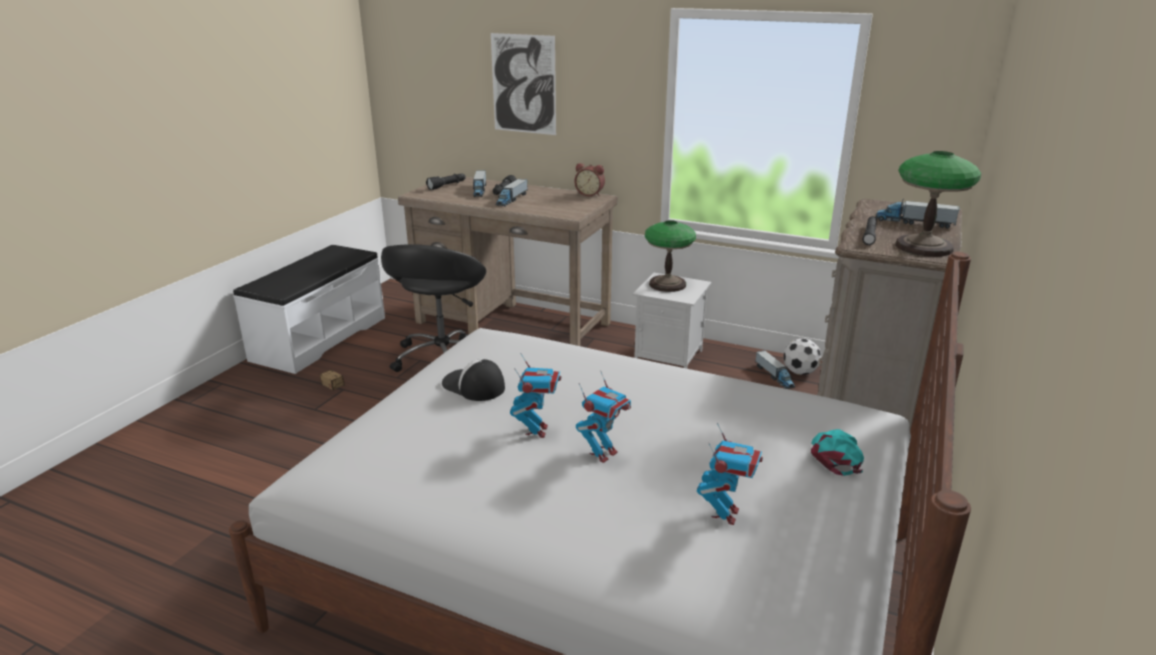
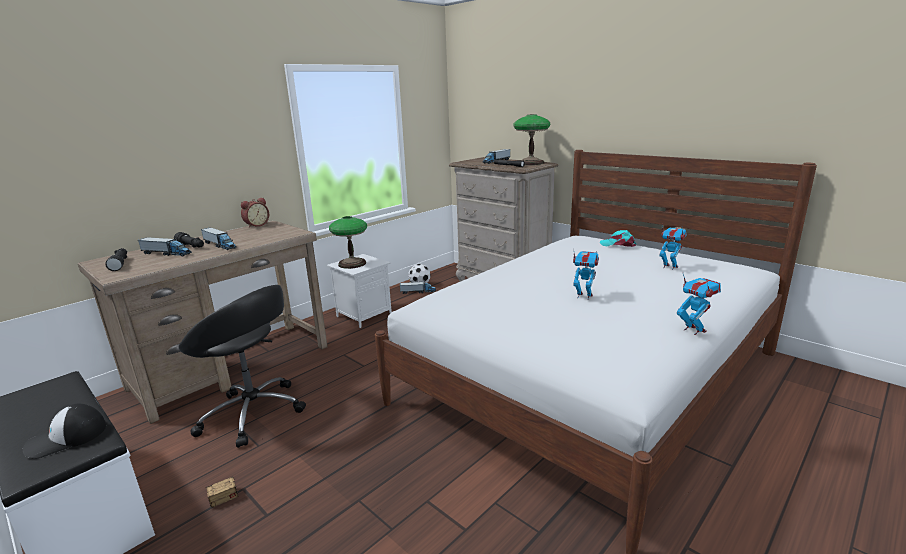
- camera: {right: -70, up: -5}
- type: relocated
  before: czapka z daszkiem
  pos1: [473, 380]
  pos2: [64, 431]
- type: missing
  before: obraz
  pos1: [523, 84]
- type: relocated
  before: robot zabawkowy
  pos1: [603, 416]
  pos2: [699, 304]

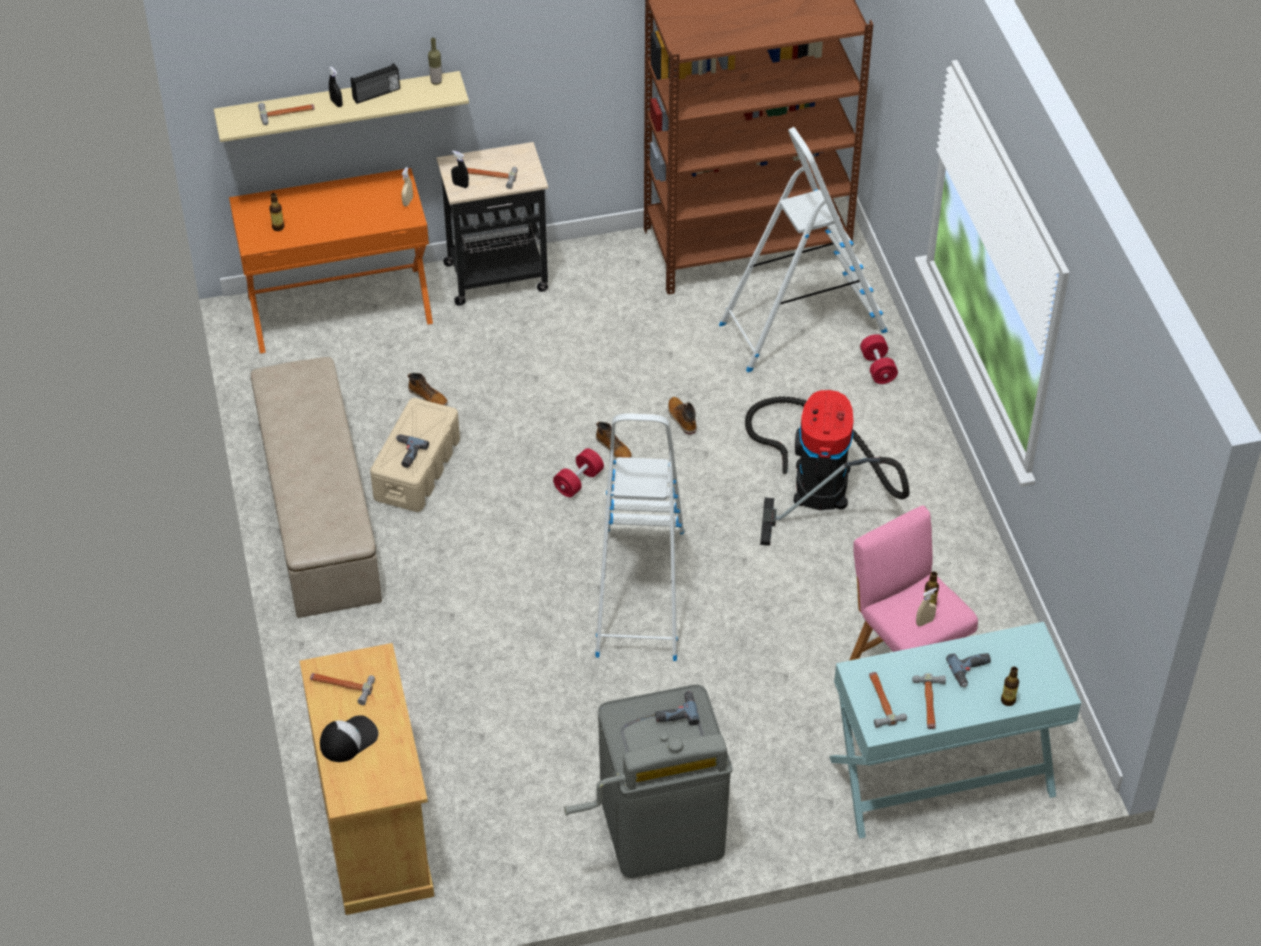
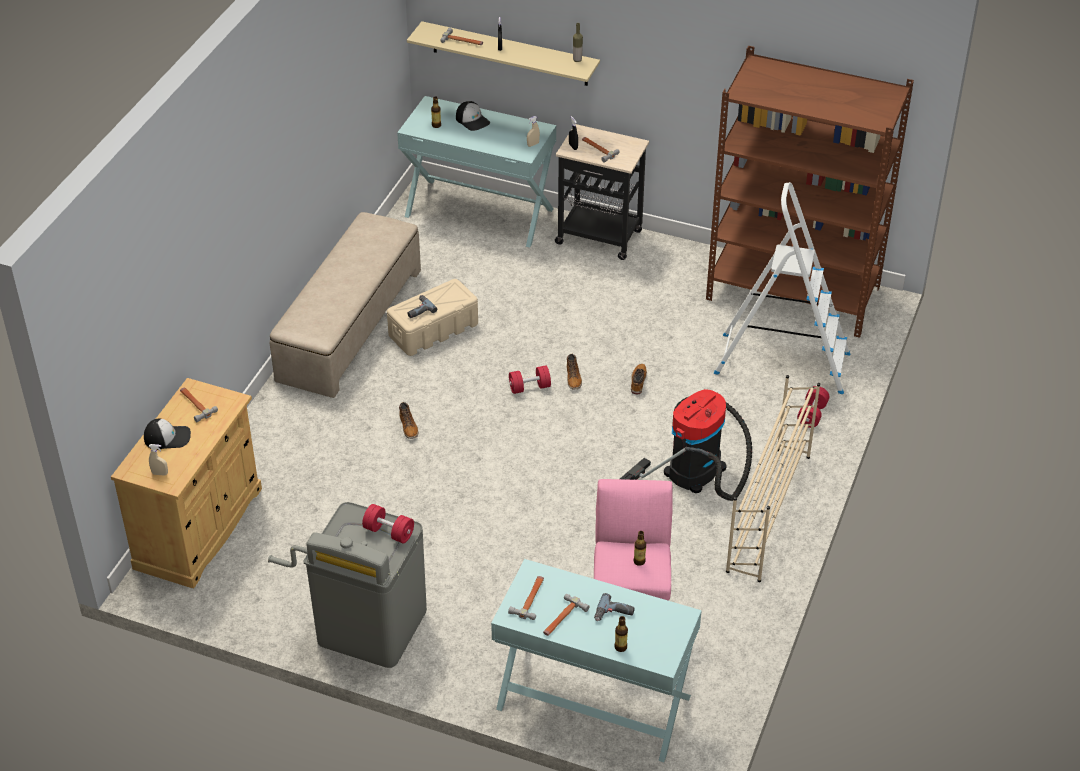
- camera: {right: 35, up: -5}
- type: colour
  before: biurko/pomarańczowy
  after: biurko/turkusowy
  pos1: [331, 261]
  pos2: [476, 171]
- type: missing
  before: radio
  pos1: [375, 83]
- type: relocated
  before: but z cholewką
  pos1: [428, 389]
  pos2: [408, 420]
- type: missing
  before: drabinka/biały
  pos1: [639, 537]
- type: exchanged
  before: wiertarka
  after: hantel/czerwony
  pos1: [677, 708]
  pos2: [388, 523]
- type: relocated
  before: spryskiwacz/beżowy
  pos1: [926, 607]
  pos2: [158, 460]
- type: appeared
  after: czapka z daszkiem
  pos2: [473, 116]
- type: appeared
  after: regał na buty/beżowy
  pos2: [773, 478]

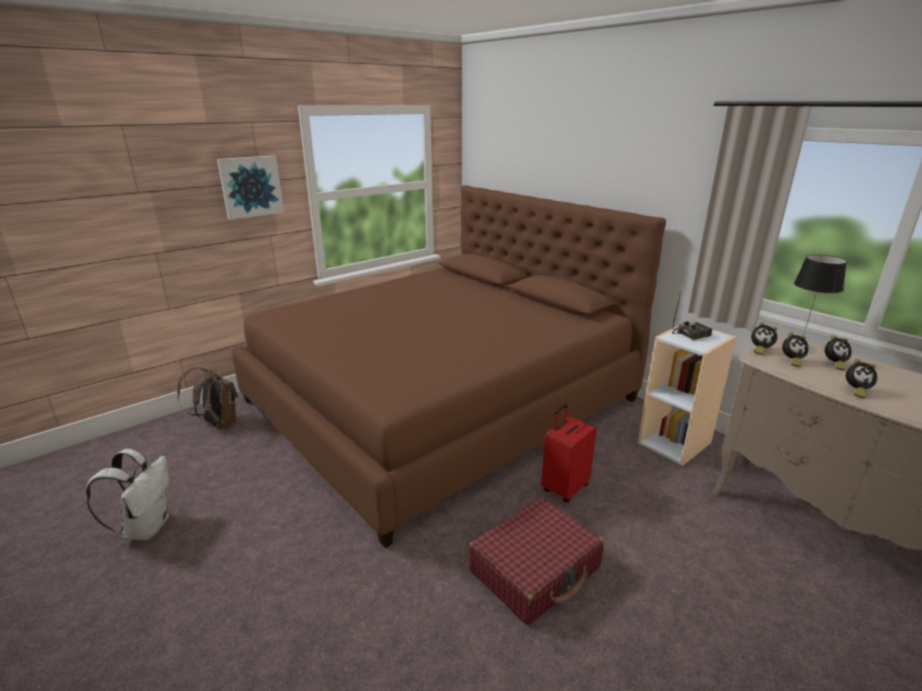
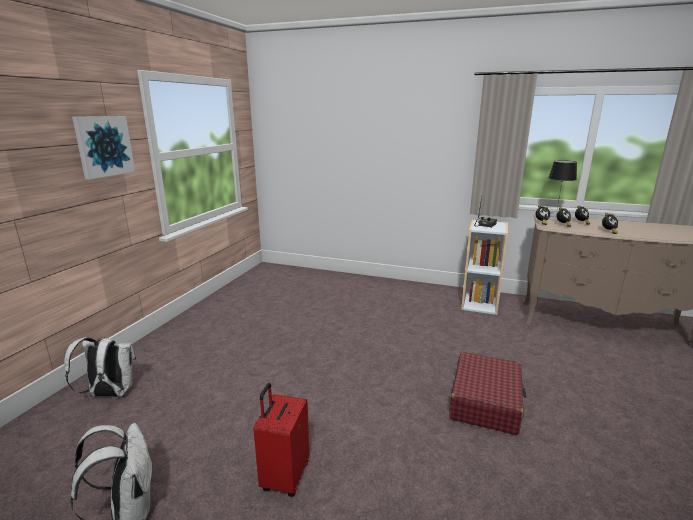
- camera: {right: -30, up: -5}
- type: colour
  before: plecak/brązowy
  after: plecak/biały
  pos1: [207, 397]
  pos2: [100, 367]
- type: missing
  before: łóżko/brązowy
  pos1: [449, 366]
- type: relocated
  before: walizka/czerwony
  pos1: [569, 453]
  pos2: [281, 440]

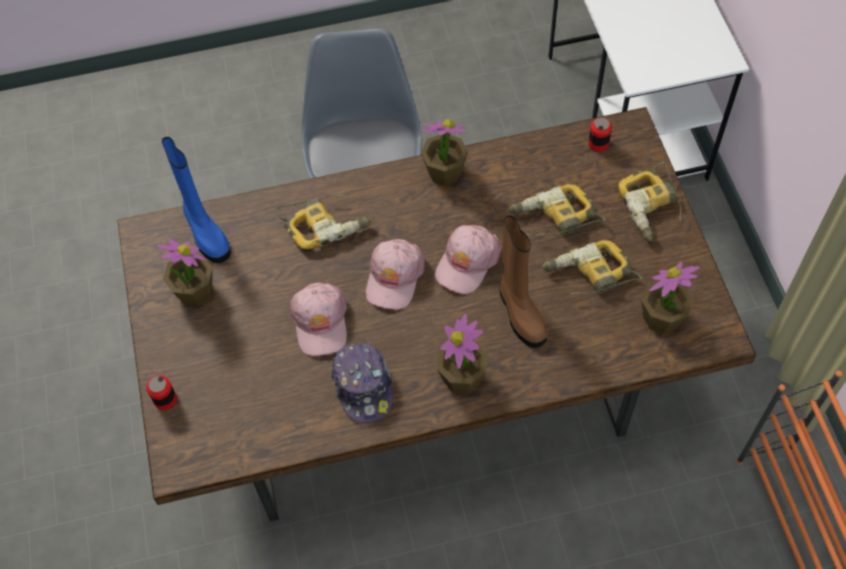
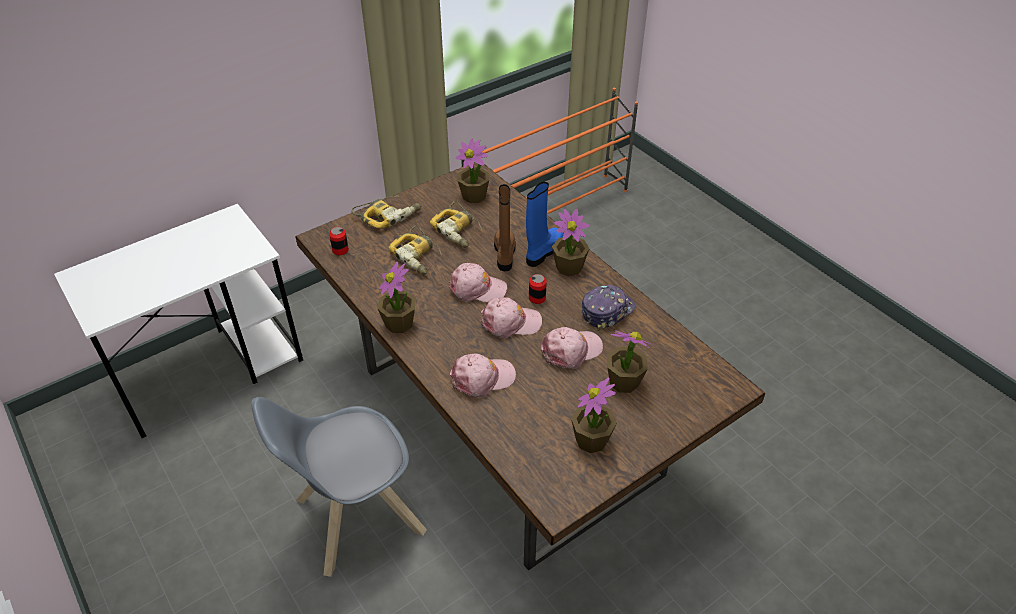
- camera: {right: -115, up: -15}
- type: relocated
  before: puszka
  pos1: [161, 392]
  pos2: [538, 289]
- type: relocated
  before: but z cholewką/niebieski
  pos1: [196, 200]
  pos2: [545, 224]
- type: exchanged
  before: wiertarka
  after: czapka z daszkiem/różowy
  pos1: [324, 222]
  pos2: [482, 375]
- type: spun
  before: but z cholewką/brązowy
  pos1: [523, 281]
  pos2: [505, 227]
  turn: -45
- type: appeared
  after: roślina doniczkowa
  pos2: [629, 361]

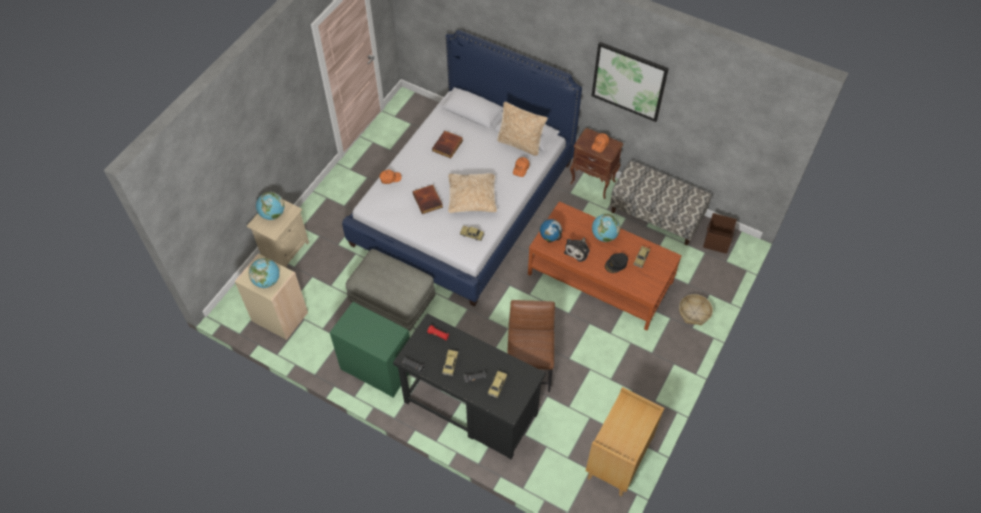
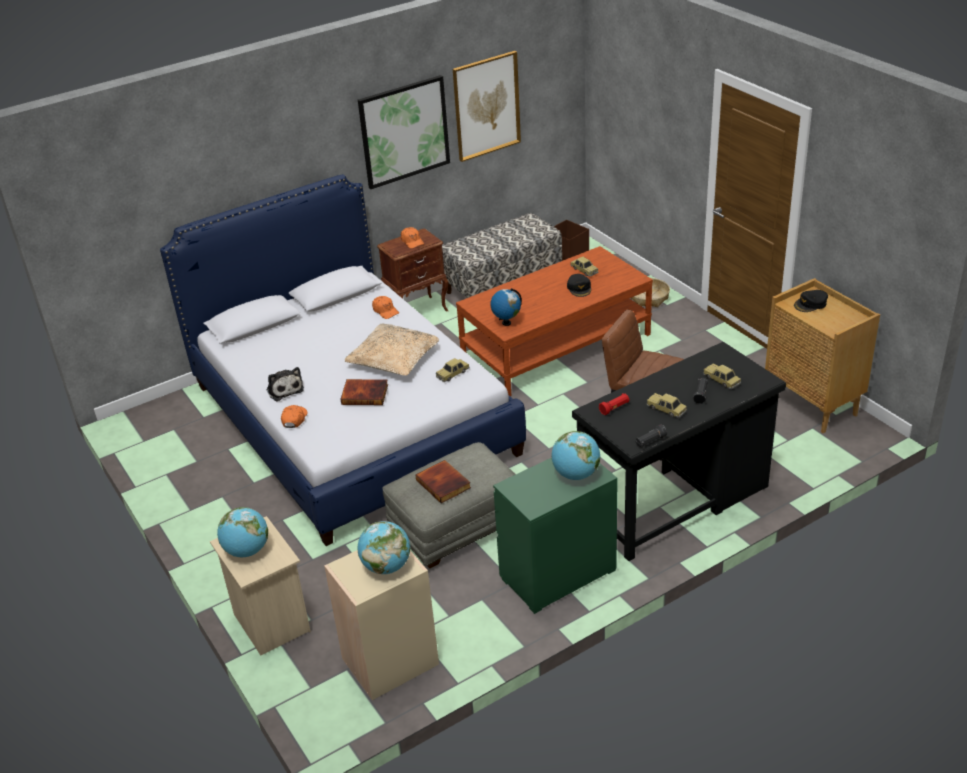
- camera: {right: -60, up: -20}
- type: relocated
  before: książka
  pos1: [447, 144]
  pos2: [443, 481]
- type: missing
  before: poduszka/beżowy
  pos1: [522, 128]
- type: relocated
  before: pluszak
  pos1: [577, 250]
  pos2: [285, 384]
- type: relocated
  before: globus
  pos1: [606, 228]
  pos2: [575, 455]
- type: appeared
  after: obraz
  pos2: [487, 106]
- type: appeared
  after: czapka z daszkiem/czarny
  pos2: [811, 301]

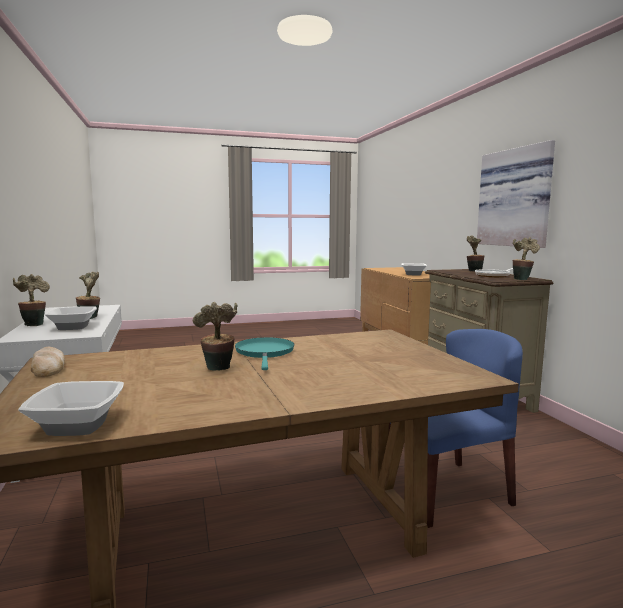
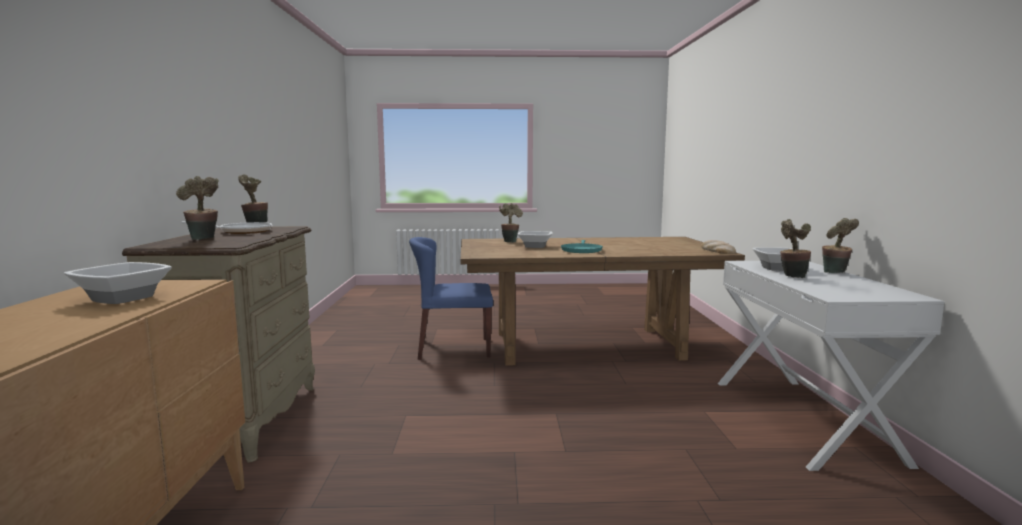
- camera: {right: -165, up: 0}
- type: relocated
  before: miska
  pos1: [71, 408]
  pos2: [535, 239]
- type: relocated
  before: roślina doniczkowa
  pos1: [215, 336]
  pos2: [511, 223]
- type: missing
  before: obraz
  pos1: [516, 194]

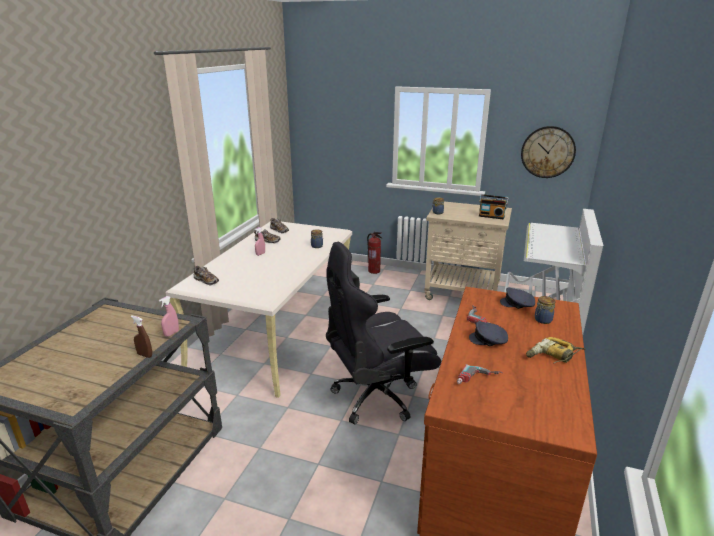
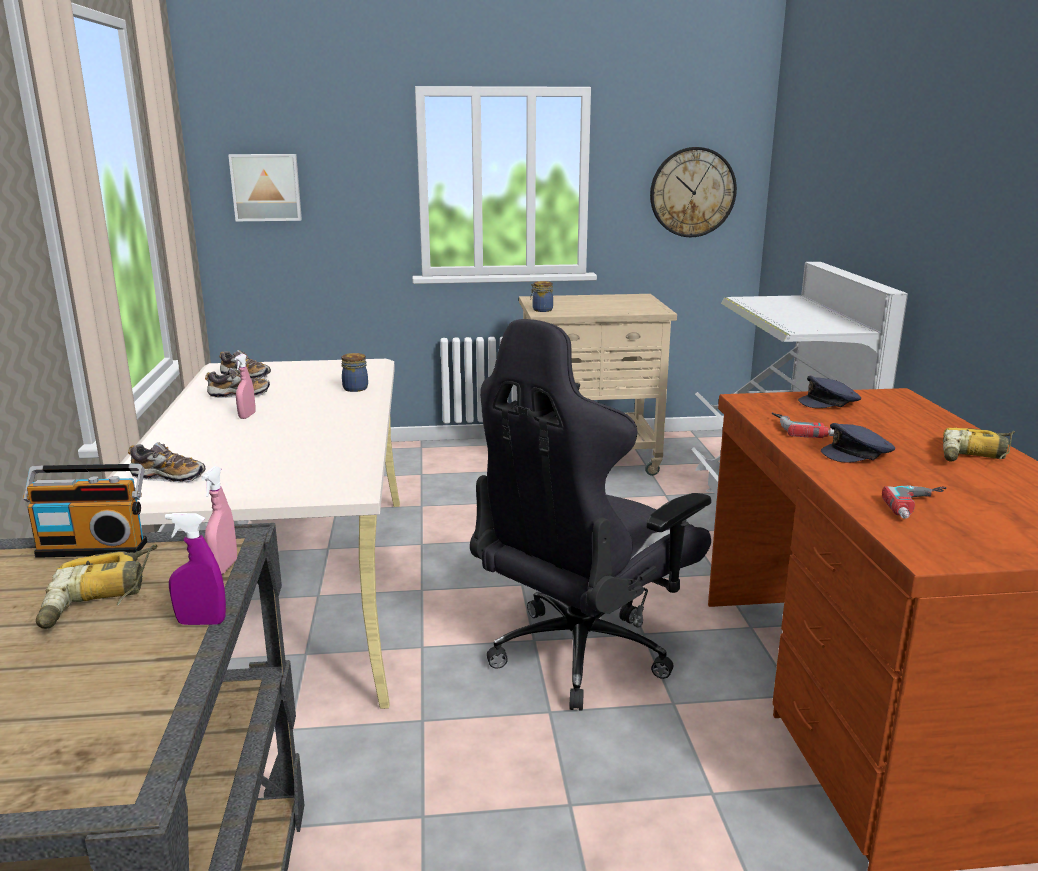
- camera: {right: -25, up: -5}
- type: colour
  before: spryskiwacz/brązowy
  after: spryskiwacz/fioletowy
  pos1: [141, 336]
  pos2: [195, 569]
- type: missing
  before: gaśnica
  pos1: [374, 253]
- type: relocated
  before: radio
  pos1: [494, 207]
  pos2: [85, 511]
- type: missing
  before: słoik
  pos1: [545, 310]
- type: appeared
  after: wiertarka
  pos2: [96, 586]
- type: appeared
  after: obraz
  pos2: [265, 187]

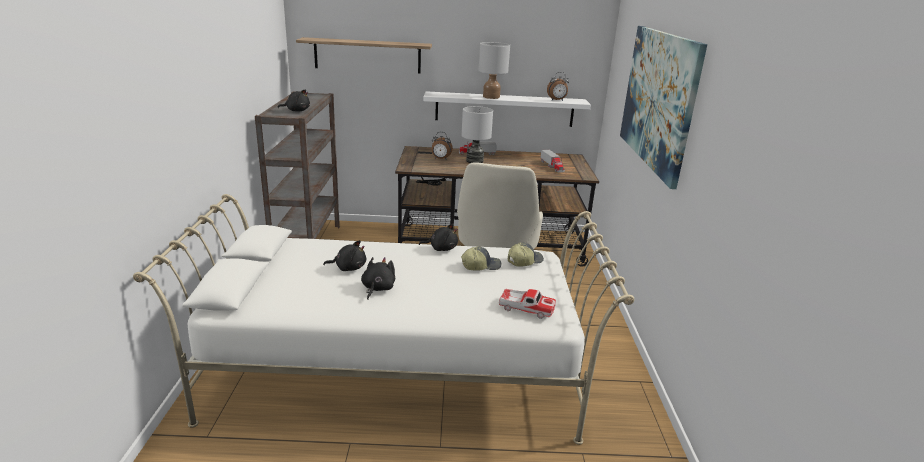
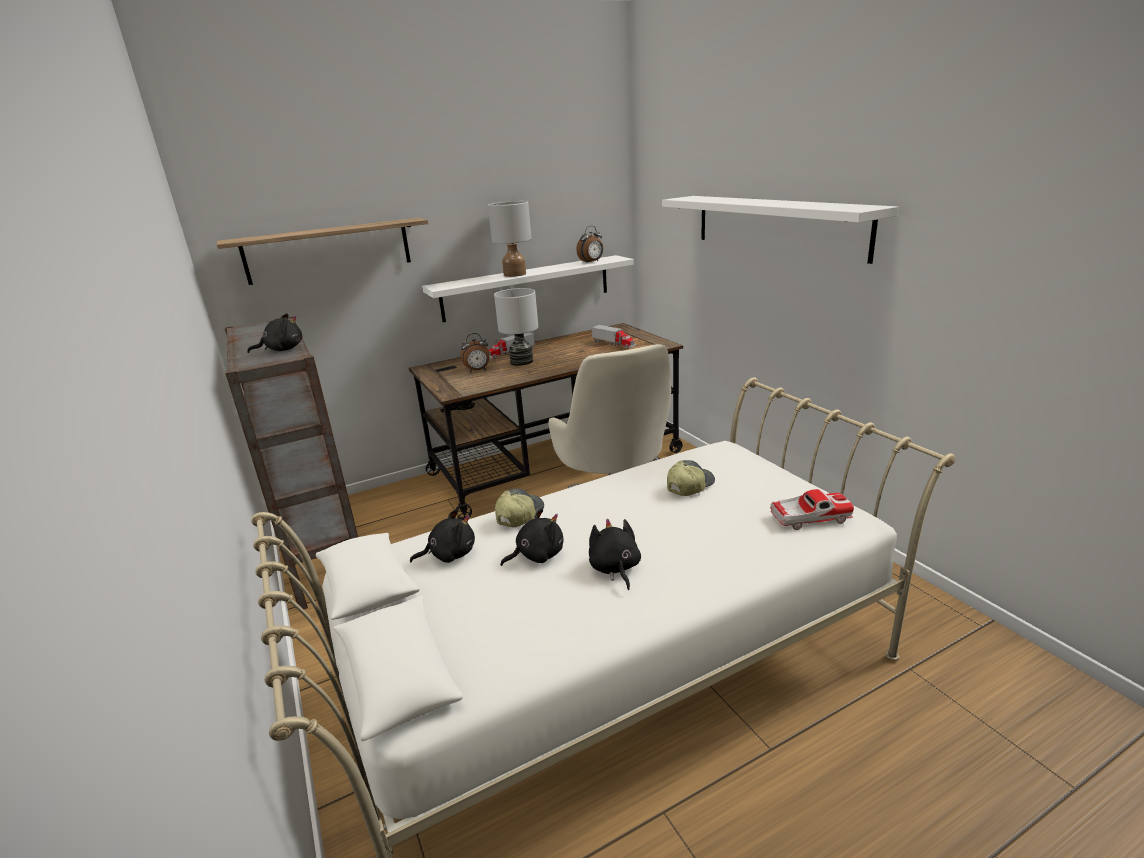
- camera: {right: -25, up: 0}
- type: relocated
  before: pluszak/czarny
  pos1: [438, 237]
  pos2: [442, 536]
- type: relocated
  before: czapka z daszkiem
  pos1: [526, 255]
  pos2: [519, 508]
- type: exchanged
  before: obraz
  after: półka/biały
  pos1: [663, 107]
  pos2: [780, 230]

